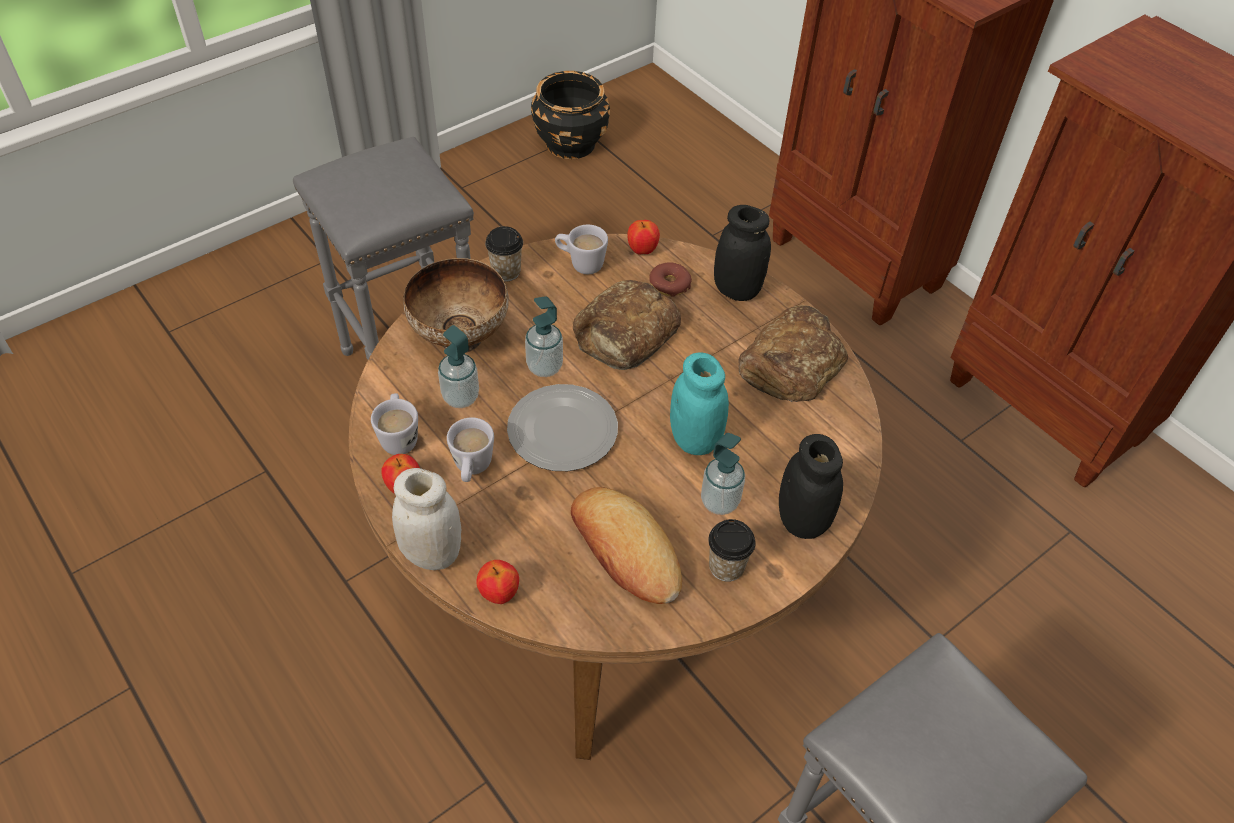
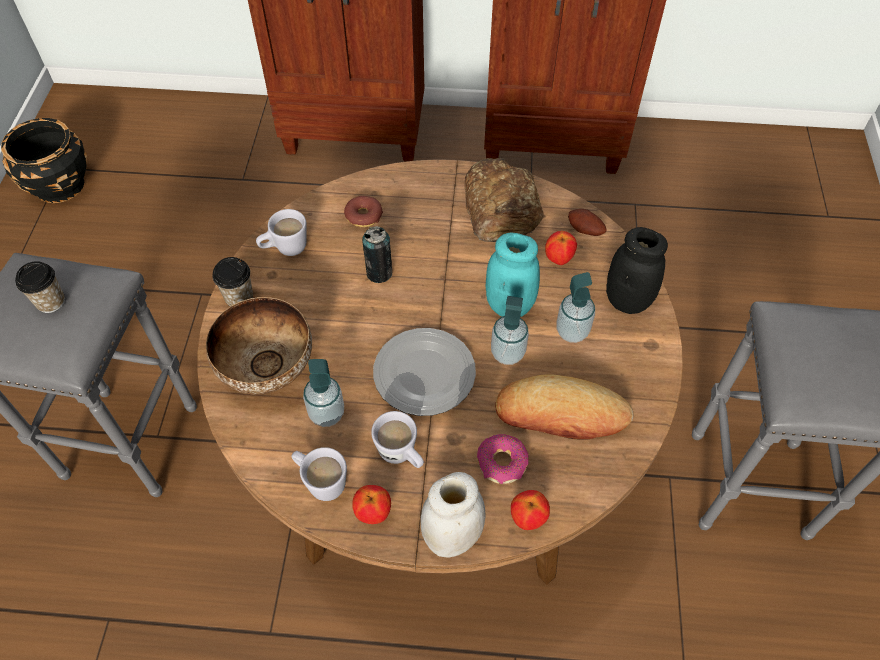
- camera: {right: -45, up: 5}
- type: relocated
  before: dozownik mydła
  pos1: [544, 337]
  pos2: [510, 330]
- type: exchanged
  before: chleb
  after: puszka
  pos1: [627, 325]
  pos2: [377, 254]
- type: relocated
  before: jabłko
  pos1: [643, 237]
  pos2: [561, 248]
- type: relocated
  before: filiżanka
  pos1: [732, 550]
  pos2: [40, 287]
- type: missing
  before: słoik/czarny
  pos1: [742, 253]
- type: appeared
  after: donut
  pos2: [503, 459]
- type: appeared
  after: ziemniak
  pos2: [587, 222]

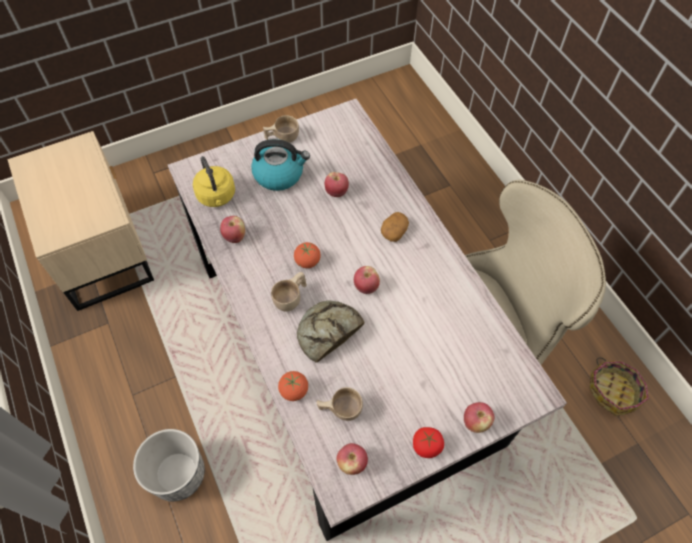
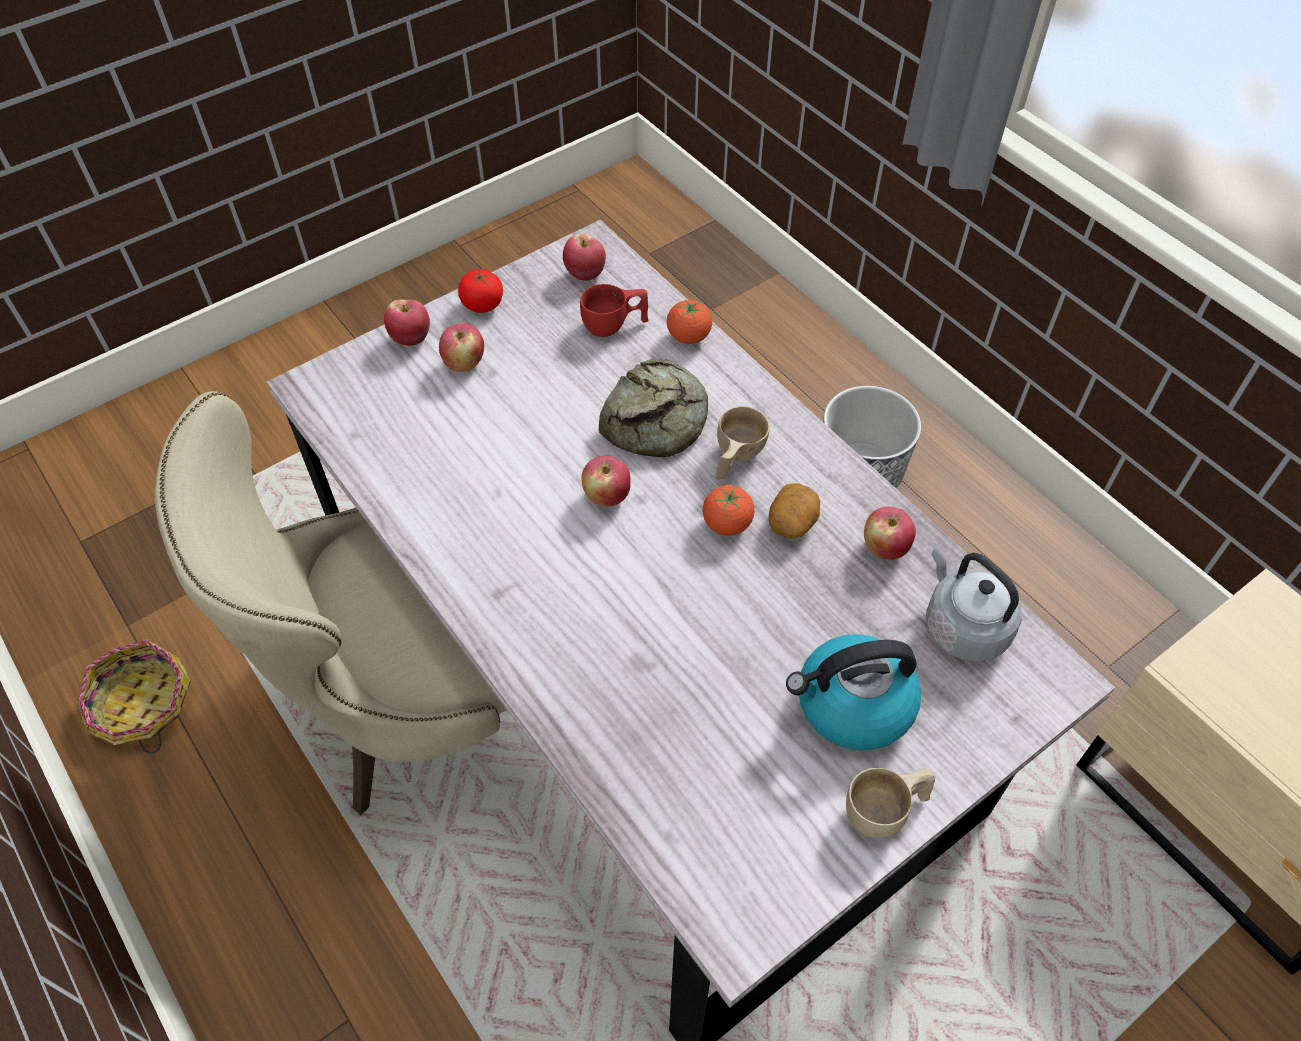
- camera: {right: 170, up: -5}
- type: colour
  before: czajnik/żółty
  after: czajnik/szary
  pos1: [214, 181]
  pos2: [974, 603]
- type: colour
  before: filiżanka/beżowy
  after: filiżanka/czerwony
  pos1: [340, 404]
  pos2: [614, 310]
- type: relocated
  before: jabłko
  pos1: [337, 184]
  pos2: [461, 347]
- type: relocated
  before: ziemniak
  pos1: [395, 227]
  pos2: [794, 511]

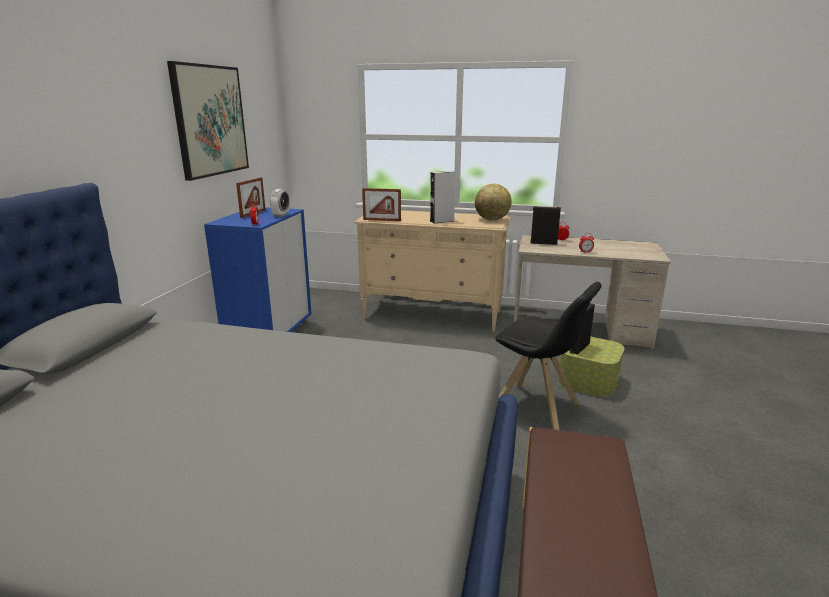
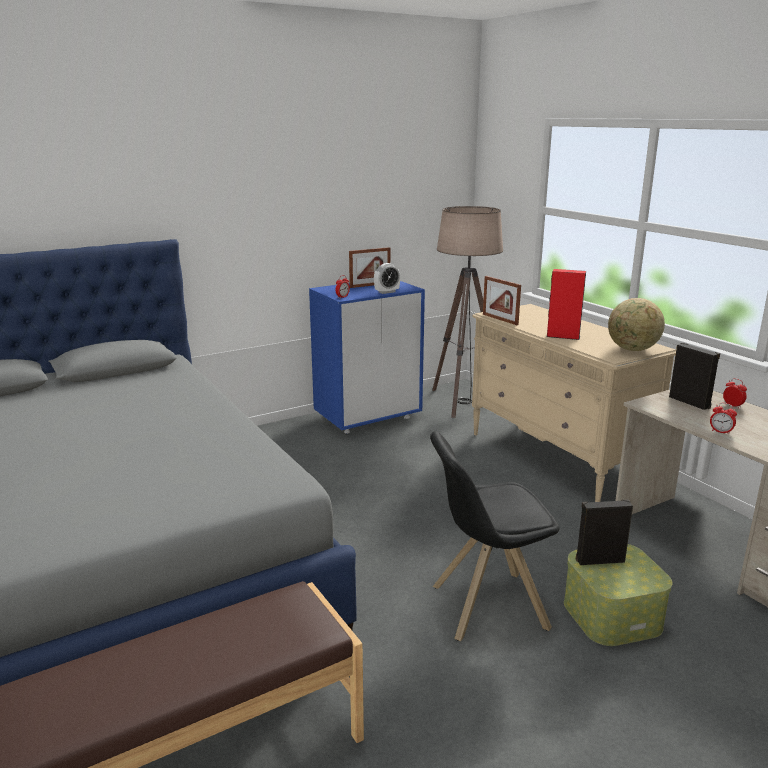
- camera: {right: 45, up: 0}
- type: missing
  before: obraz
  pos1: [208, 121]
- type: colour
  before: głośnik/szary
  after: głośnik/czerwony
  pos1: [442, 197]
  pos2: [566, 304]
- type: spun
  before: krzesło/czarny
  pos1: [548, 356]
  pos2: [494, 536]
  turn: 90
- type: appeared
  after: lampa stojąca
  pos2: [467, 312]

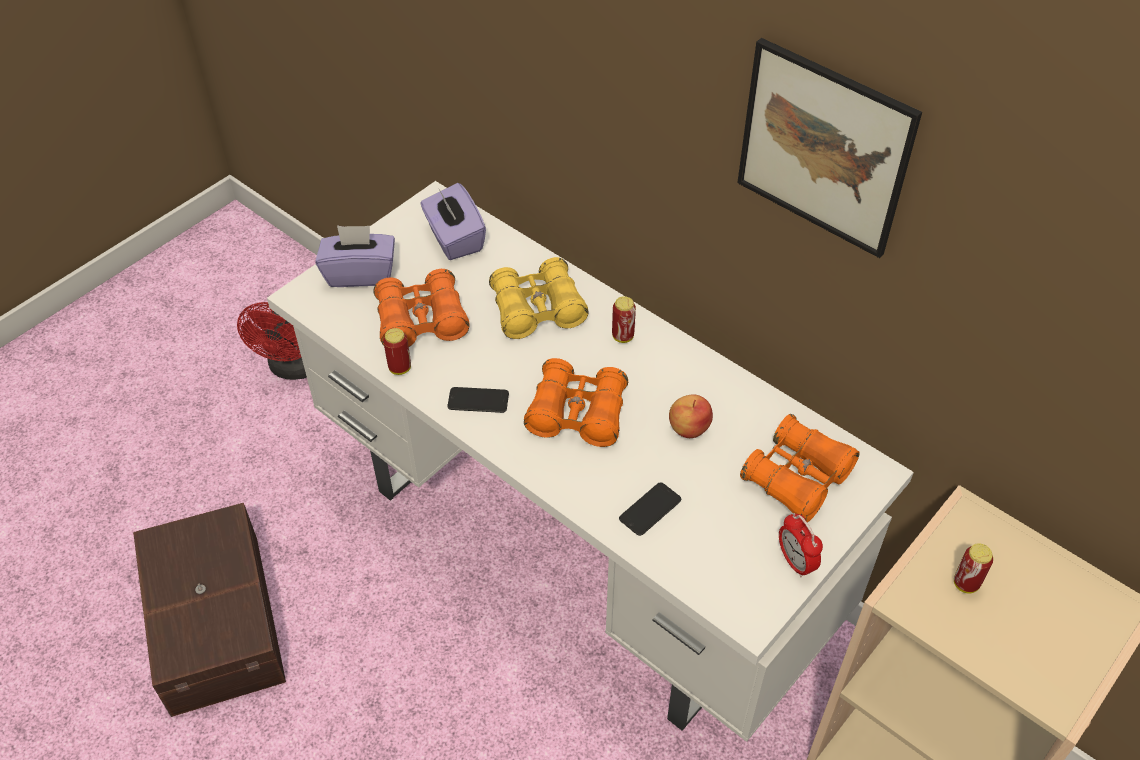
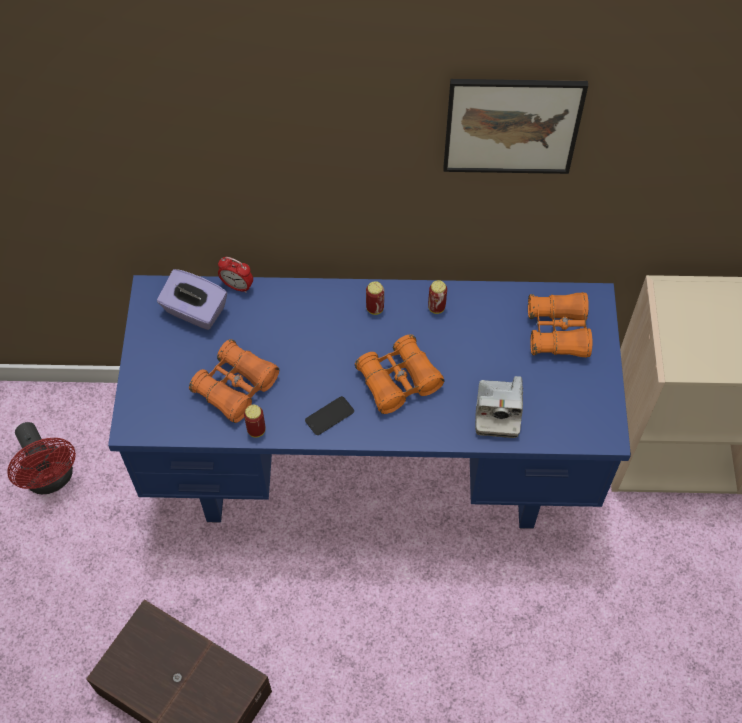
- camera: {right: -40, up: 10}
- type: colour
  before: biurko/biały
  after: biurko/niebieski
  pos1: [590, 461]
  pos2: [369, 402]
- type: missing
  before: pudełko chusteczek/fioletowy
  pos1: [355, 256]
- type: missing
  before: lornetka/żółty
  pos1: [539, 298]
- type: exchanged
  before: telefon
  after: aparat fotograficzny
  pos1: [650, 509]
  pos2: [499, 407]
- type: missing
  before: jabłko
  pos1: [691, 416]
- type: relocated
  before: budzik
  pos1: [801, 545]
  pos2: [235, 275]
- type: relocated
  before: puszka
  pos1: [973, 568]
  pos2: [437, 297]

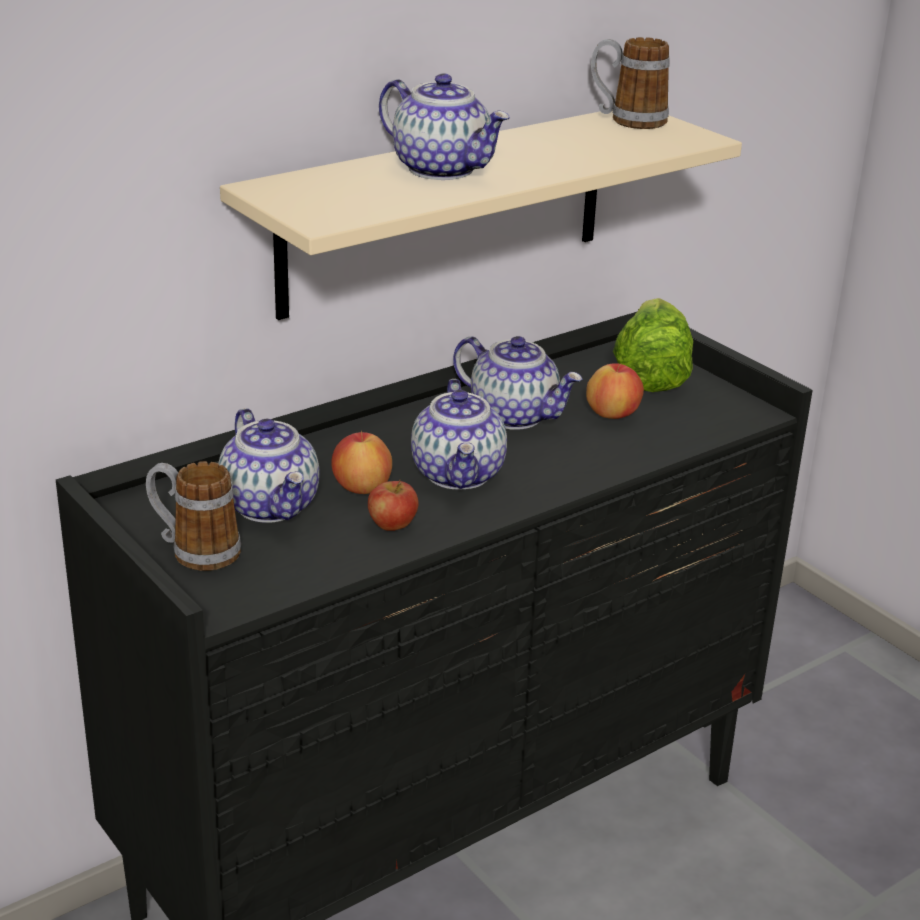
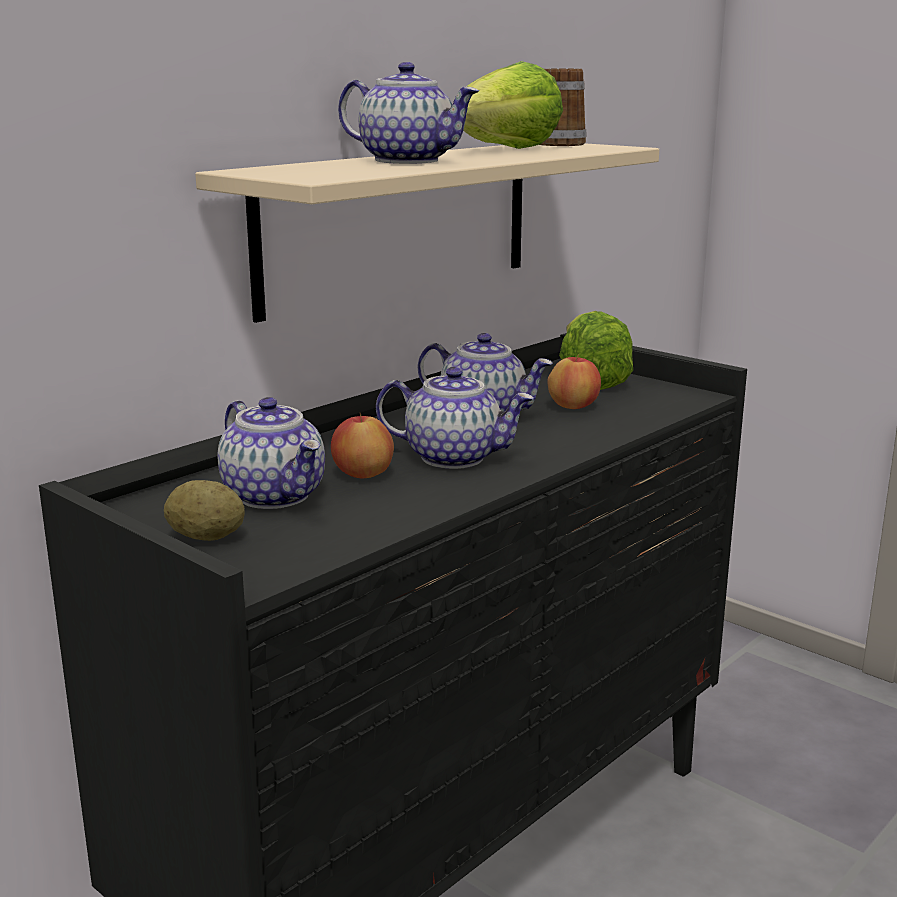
- camera: {right: -10, up: -10}
- type: exchanged
  before: kubek
  after: ziemniak
  pos1: [193, 516]
  pos2: [204, 510]
- type: missing
  before: jabłko
  pos1: [393, 505]
- type: spun
  before: imbryk
  pos1: [459, 434]
  pos2: [455, 418]
  turn: -60
- type: appeared
  after: sałata
  pos2: [513, 105]

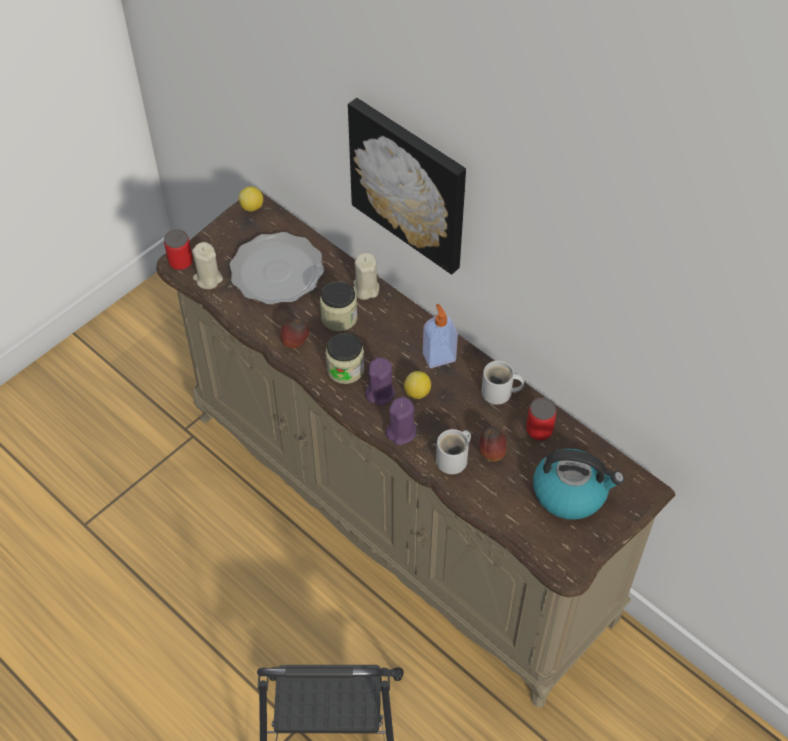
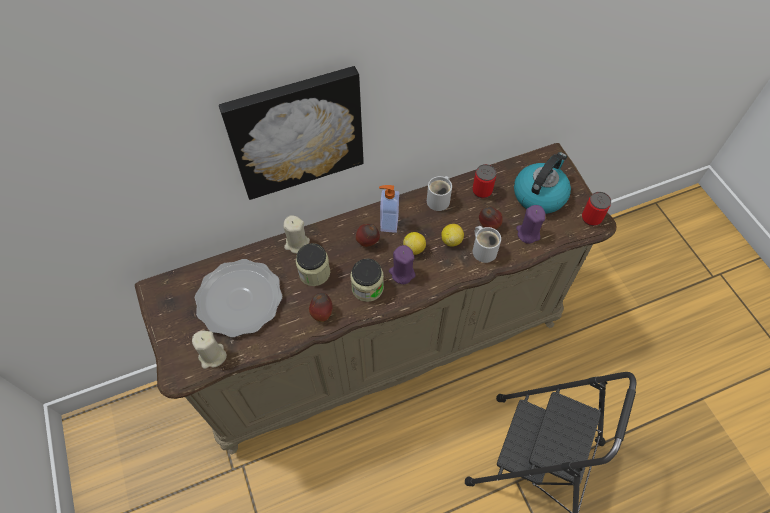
- camera: {right: -65, up: 5}
- type: relocated
  before: puszka
  pos1: [178, 250]
  pos2: [596, 209]
- type: relocated
  before: cytryna
  pos1: [251, 199]
  pos2: [452, 235]
- type: relocated
  before: świeca/fioletowy
  pos1: [400, 421]
  pos2: [530, 224]
- type: appeared
  after: jabłko
  pos2: [368, 235]

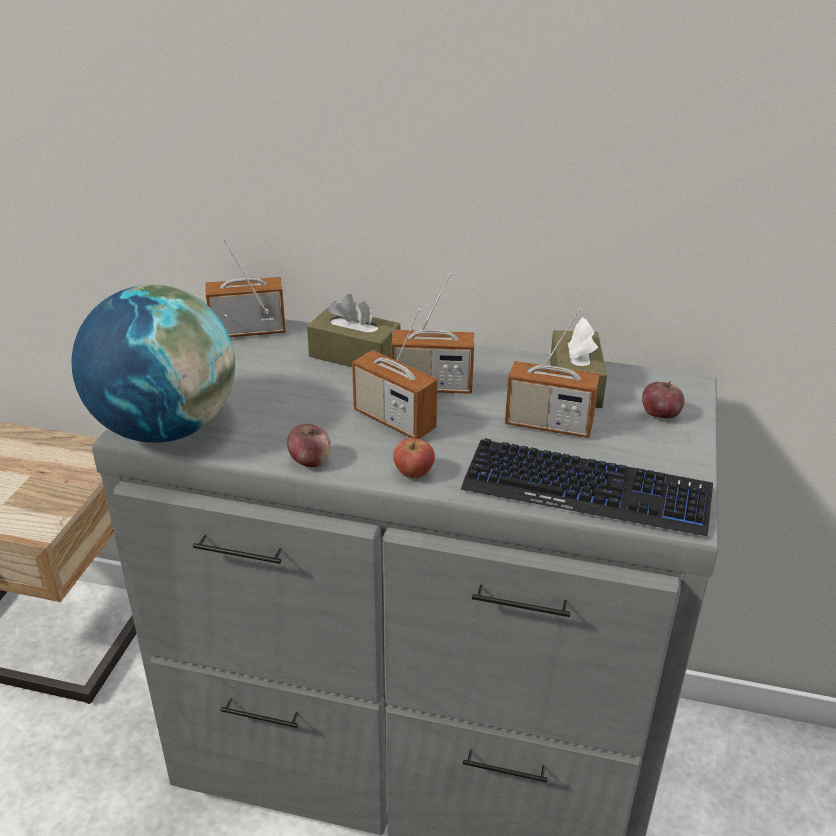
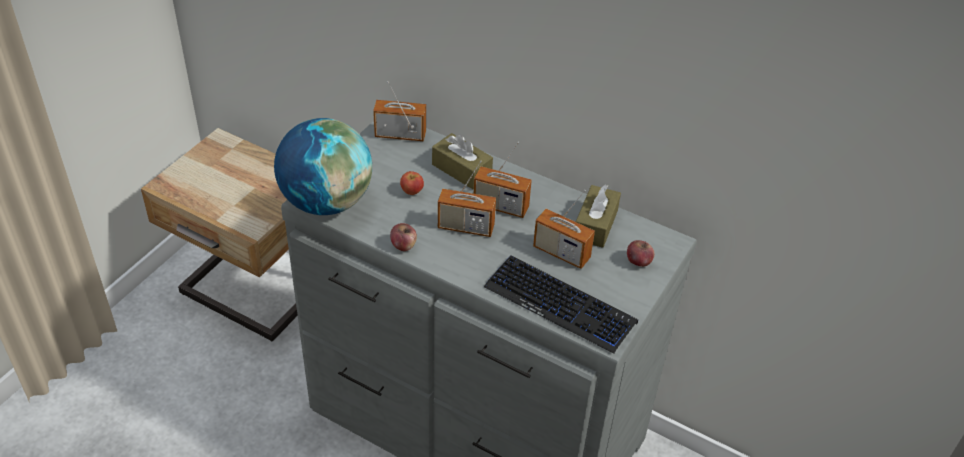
- camera: {right: 15, up: 10}
- type: spun
  before: radio
  pos1: [395, 374]
  pos2: [467, 199]
  turn: -45
- type: relocated
  before: jabłko
  pos1: [414, 458]
  pos2: [412, 183]

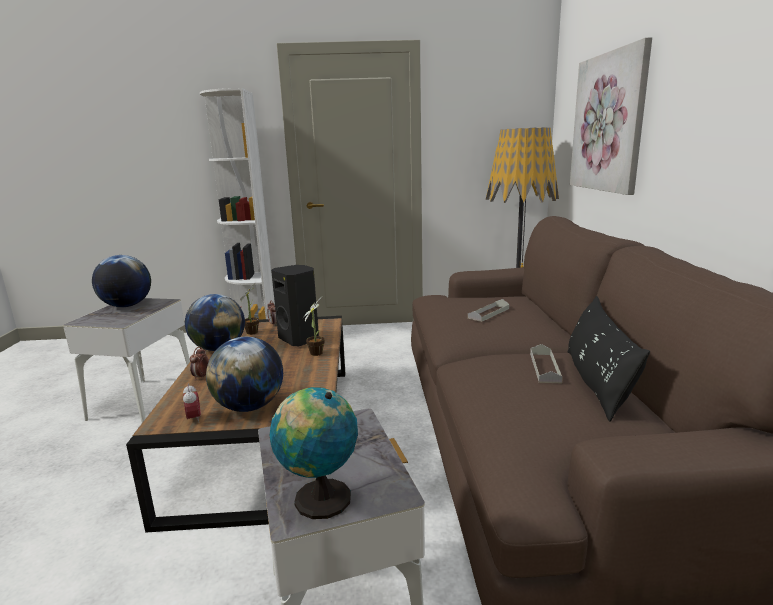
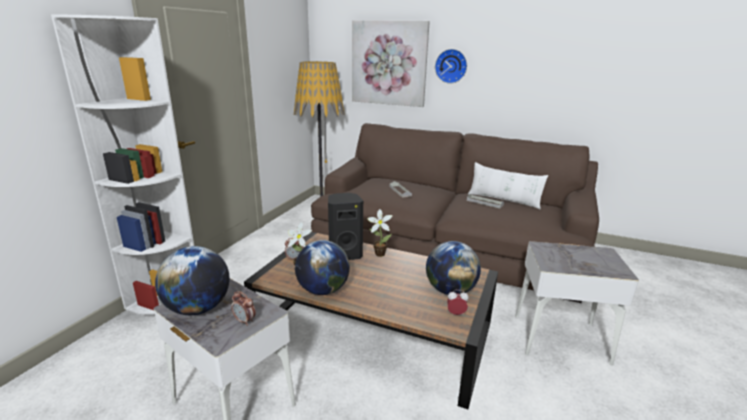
- camera: {right: -65, up: 5}
- type: relocated
  before: budzik
  pos1: [199, 363]
  pos2: [243, 308]
- type: missing
  before: globus
  pos1: [313, 453]
- type: colour
  before: poduszka/czarny
  after: poduszka/biały
  pos1: [608, 359]
  pos2: [508, 185]
- type: appeared
  after: zegar ścienny
  pos2: [451, 66]

